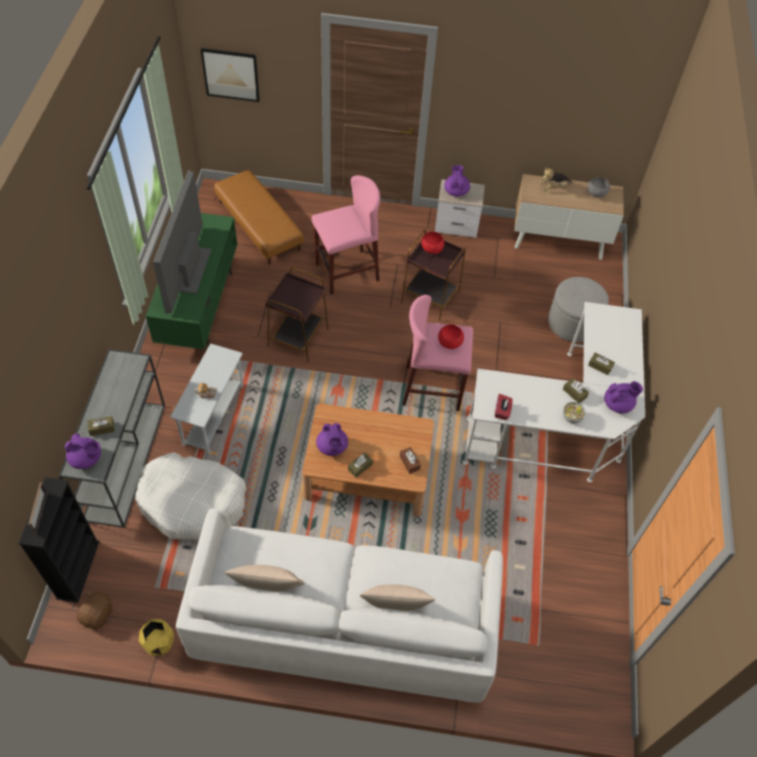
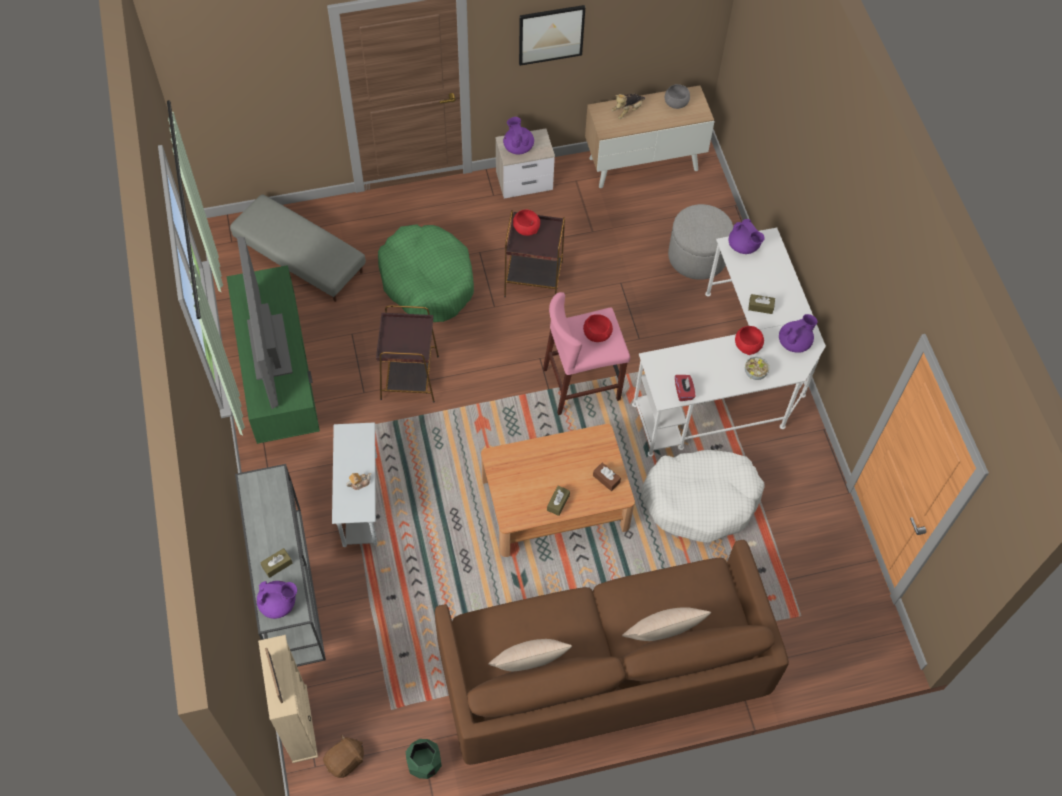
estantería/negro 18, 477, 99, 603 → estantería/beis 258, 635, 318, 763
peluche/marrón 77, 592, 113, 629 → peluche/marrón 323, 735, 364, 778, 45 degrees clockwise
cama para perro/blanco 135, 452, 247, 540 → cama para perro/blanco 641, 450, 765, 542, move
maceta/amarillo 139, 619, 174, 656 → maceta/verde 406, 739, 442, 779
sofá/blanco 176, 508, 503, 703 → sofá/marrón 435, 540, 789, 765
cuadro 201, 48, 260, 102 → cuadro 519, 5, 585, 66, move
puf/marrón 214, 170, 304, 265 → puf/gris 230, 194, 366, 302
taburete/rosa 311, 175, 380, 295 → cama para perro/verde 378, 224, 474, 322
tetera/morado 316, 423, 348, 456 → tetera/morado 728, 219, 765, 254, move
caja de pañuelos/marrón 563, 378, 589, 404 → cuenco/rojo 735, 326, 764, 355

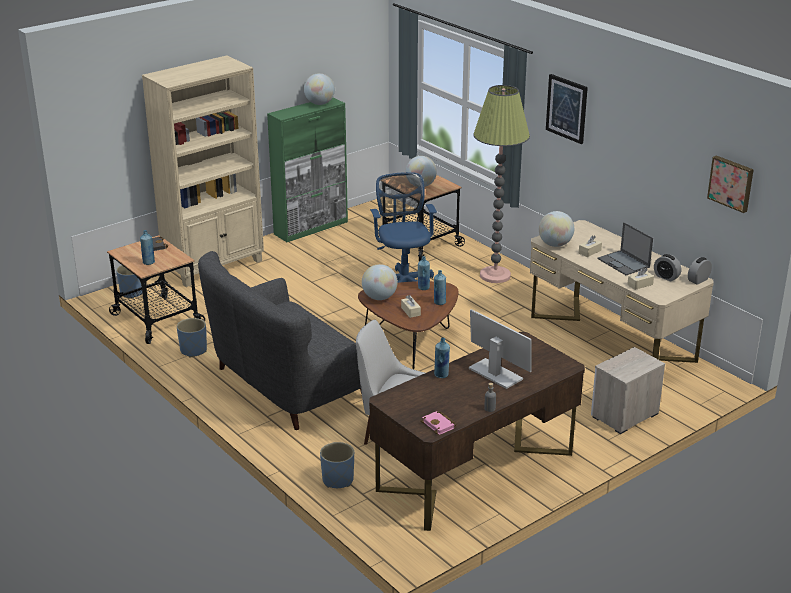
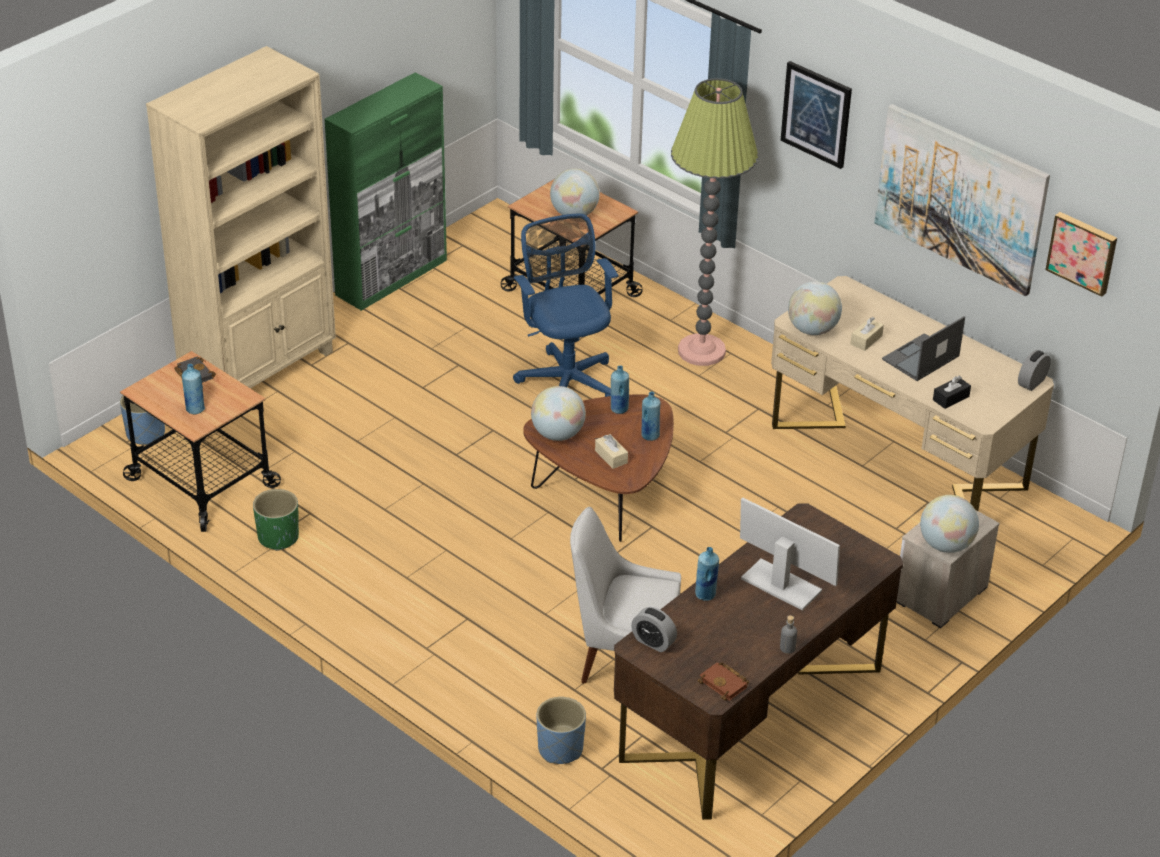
maceta/azul 177, 318, 207, 357 → maceta/verde 253, 489, 299, 551
sofá/gris 198, 251, 362, 430 → -
globo terráqueo 304, 73, 335, 105 → globo terráqueo 920, 495, 979, 553, move
libro/rosa 420, 411, 456, 435 → libro/marrón 698, 662, 749, 701
portátil 597, 222, 653, 275 → portátil 882, 316, 965, 381, 90 degrees clockwise
caja de pañuelos/beis 627, 268, 654, 290 → caja de pañuelos/negro 933, 376, 971, 409
despertador 654, 254, 681, 282 → despertador 631, 607, 677, 652, move
- → cuadro 874, 104, 1050, 296

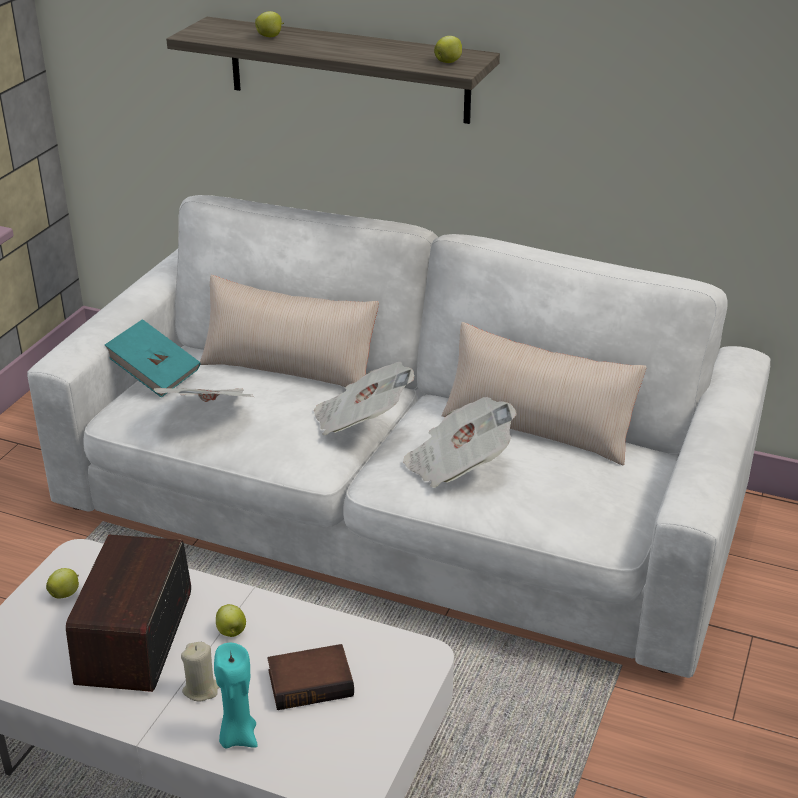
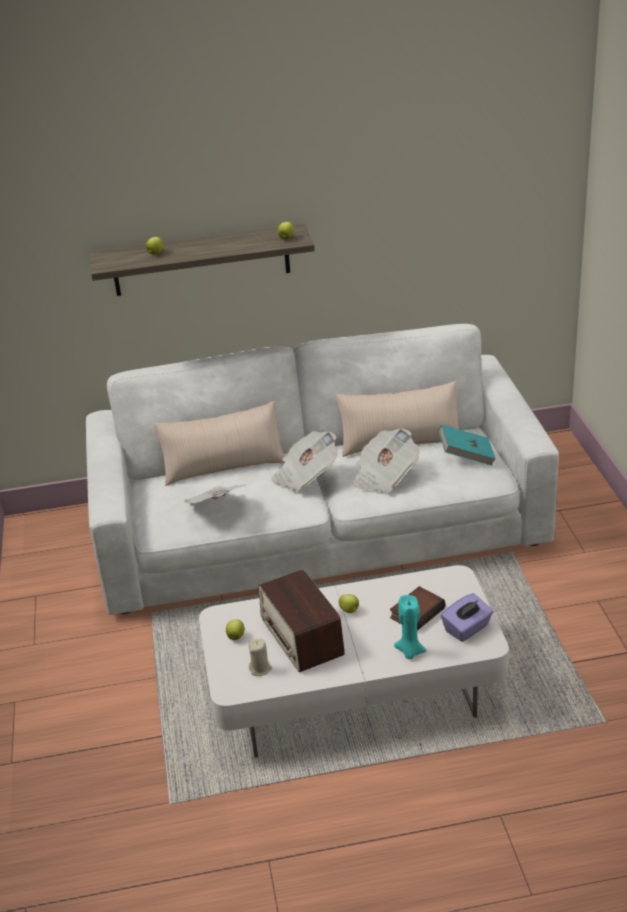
libro/turquesa 105, 319, 201, 398 → libro/turquesa 439, 425, 496, 466, move
vela/beis 181, 642, 220, 701 → vela/beis 248, 639, 272, 676, move
- → caja de pañuelos/morado 441, 593, 493, 642

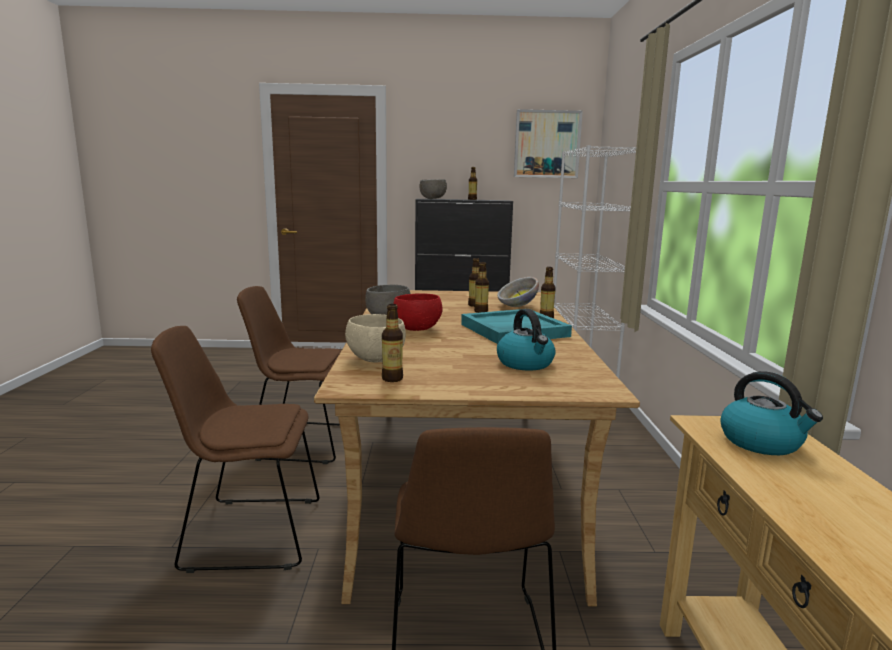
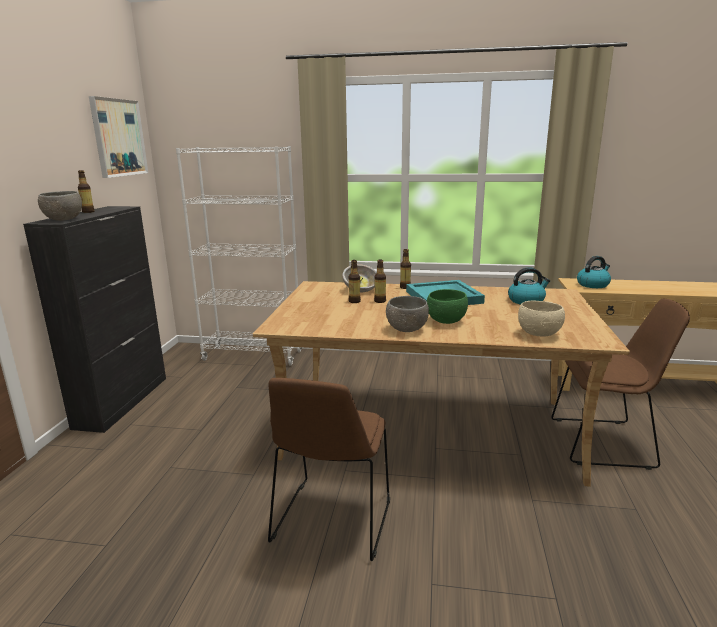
silla/marrón 151, 326, 319, 573 → -
botella 382, 304, 403, 382 → -
cuenco/rojo 393, 293, 443, 331 → cuenco/verde 427, 289, 468, 324

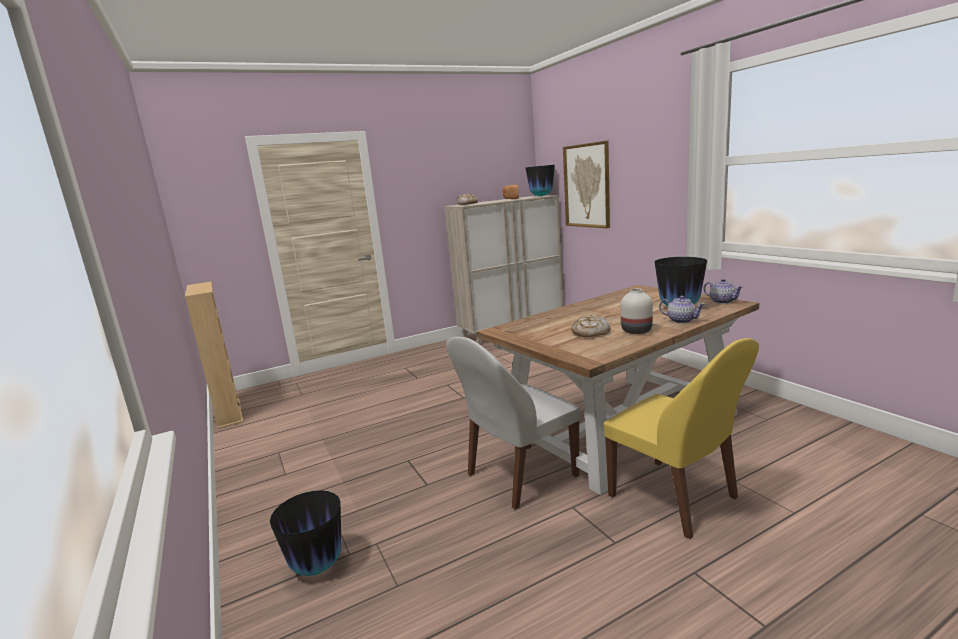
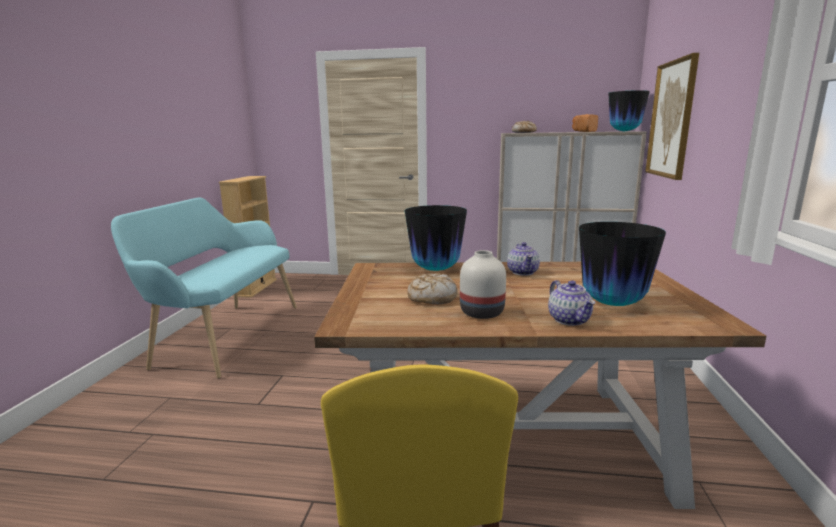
florero 270, 490, 341, 576 → florero 404, 205, 467, 271, move
silla/blanco 446, 337, 580, 510 → -
tetera 704, 279, 743, 304 → tetera 507, 242, 540, 276, move
- → banco/turquesa 111, 198, 297, 378

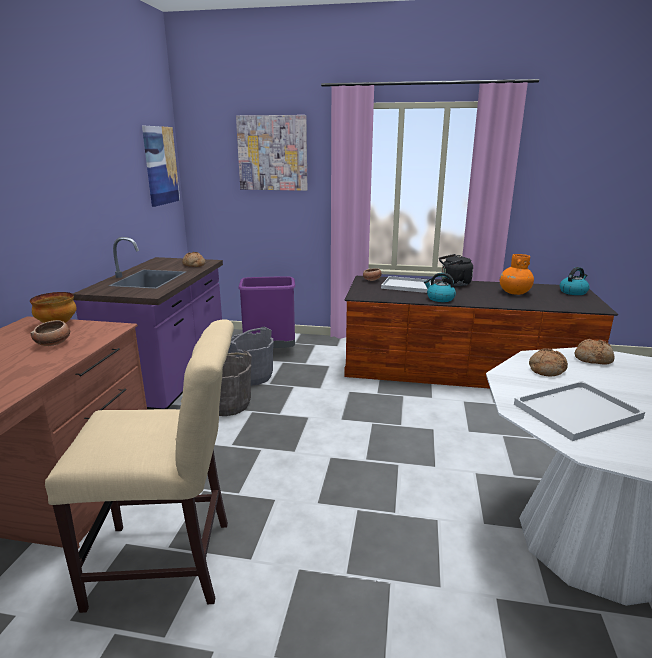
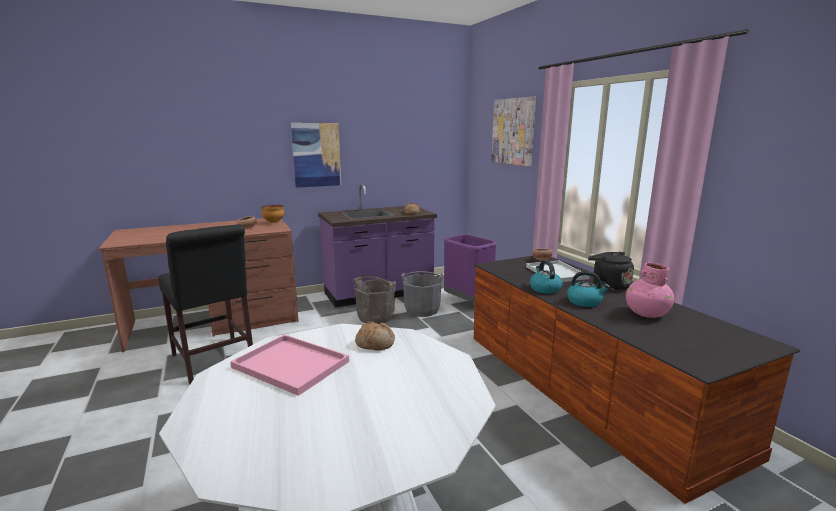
silla/beis 45, 319, 234, 613 → silla/negro 158, 224, 253, 384
cuadro 142, 126, 180, 207 → cuadro 291, 123, 341, 188, move
florero/naranja 500, 254, 534, 295 → florero/rosa 626, 262, 674, 318
bandeja/blanco 514, 381, 645, 441 → bandeja/rosa 230, 334, 349, 396
hervidor 560, 267, 590, 295 → hervidor 567, 271, 610, 307, move
pan 575, 339, 615, 365 → -

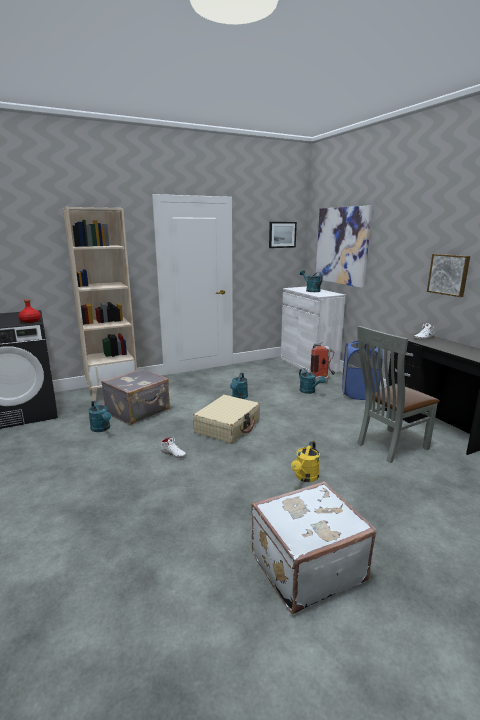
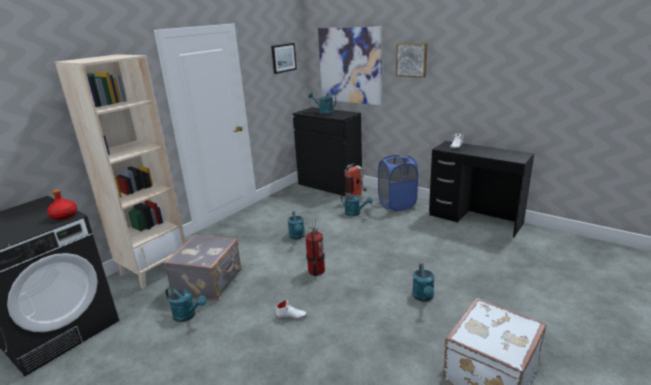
maleta/beis 193, 395, 260, 444 → extintor 306, 218, 325, 276
armario/blanco 281, 286, 346, 374 → armario/negro 292, 107, 362, 196
regadera/amarillo 291, 441, 320, 482 → regadera/turquesa 412, 263, 434, 302
silla/gris 357, 326, 440, 463 → -
cuadro 427, 254, 470, 297 → cuadro 396, 43, 427, 78, move

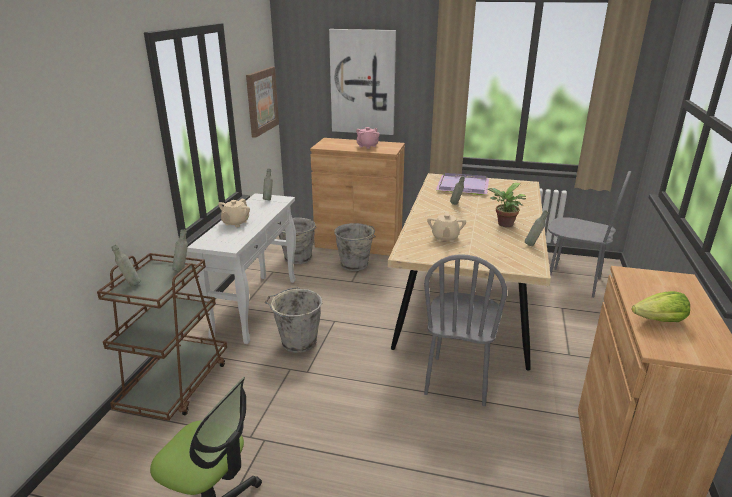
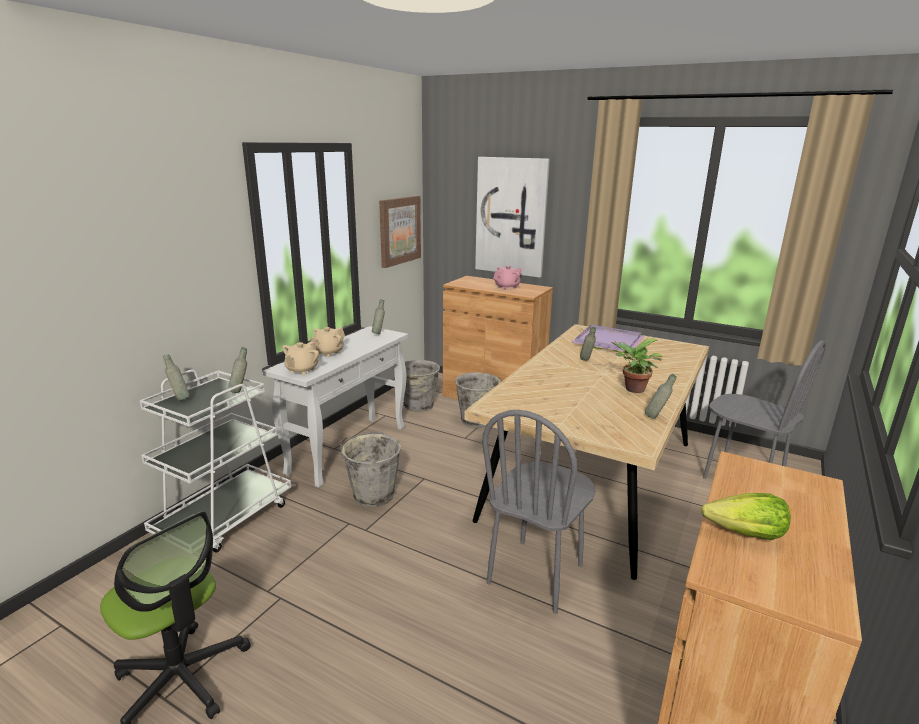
carrito/marrón 97, 253, 227, 421 → carrito/blanco 140, 370, 291, 553
tetera/beis 427, 212, 466, 242 → tetera/beis 282, 341, 319, 375, move

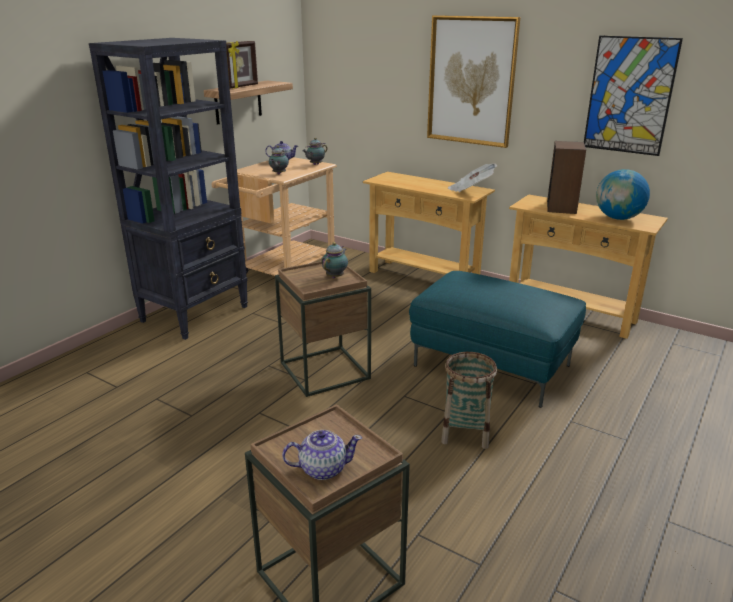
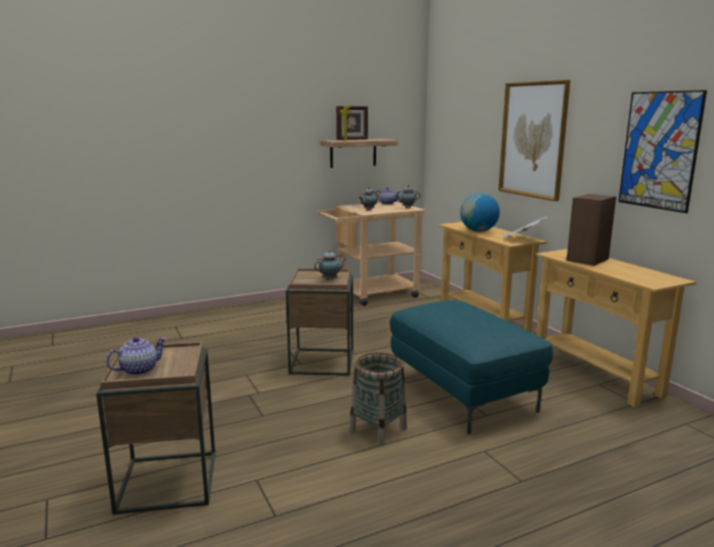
estantería/negro 89, 38, 248, 340 → -
tetera 282, 430, 362, 480 → tetera 106, 337, 166, 375, 60 degrees counterclockwise
globo terráqueo 596, 169, 650, 220 → globo terráqueo 460, 193, 500, 232, move

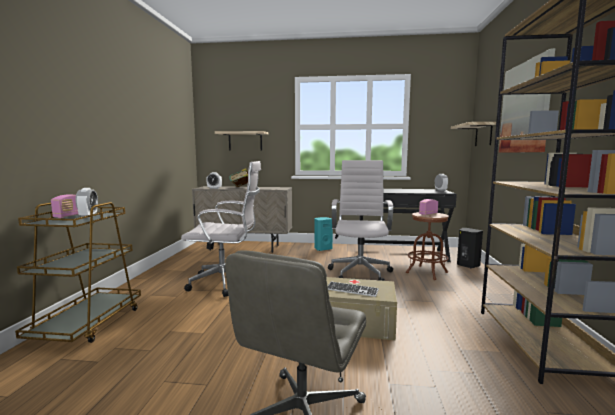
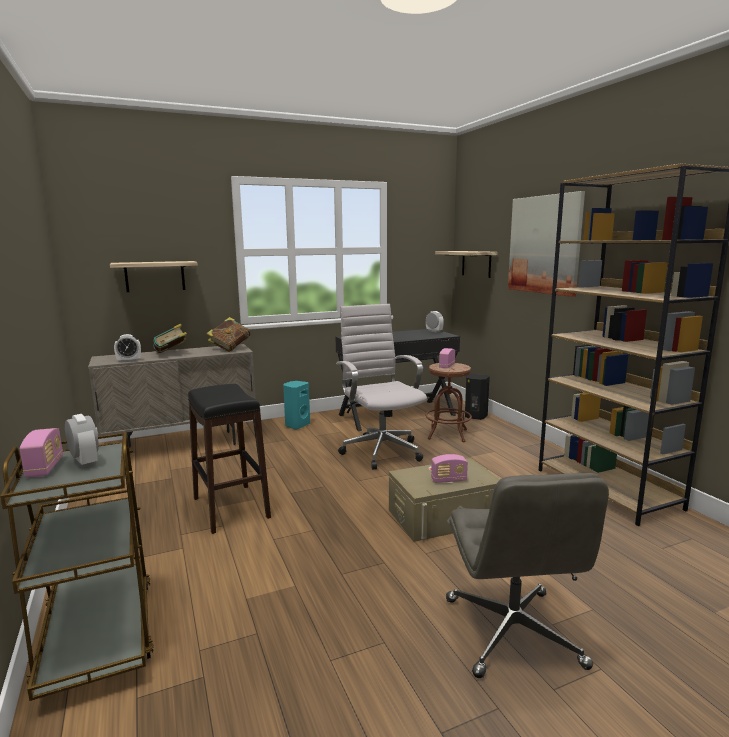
silla de oficina/blanco 181, 161, 261, 297 → taburete/negro 188, 384, 271, 534
teclado 328, 282, 379, 297 → radio 431, 454, 468, 483
- → libro 207, 317, 251, 352

